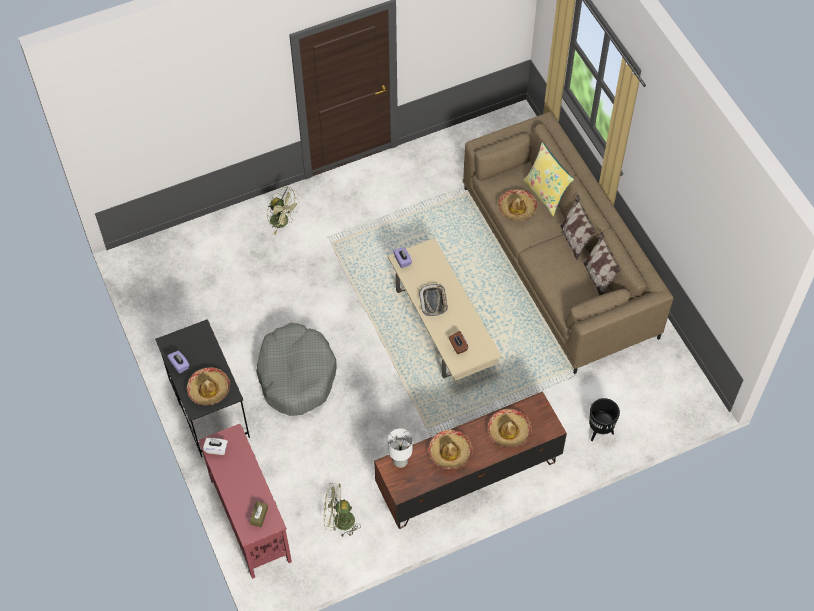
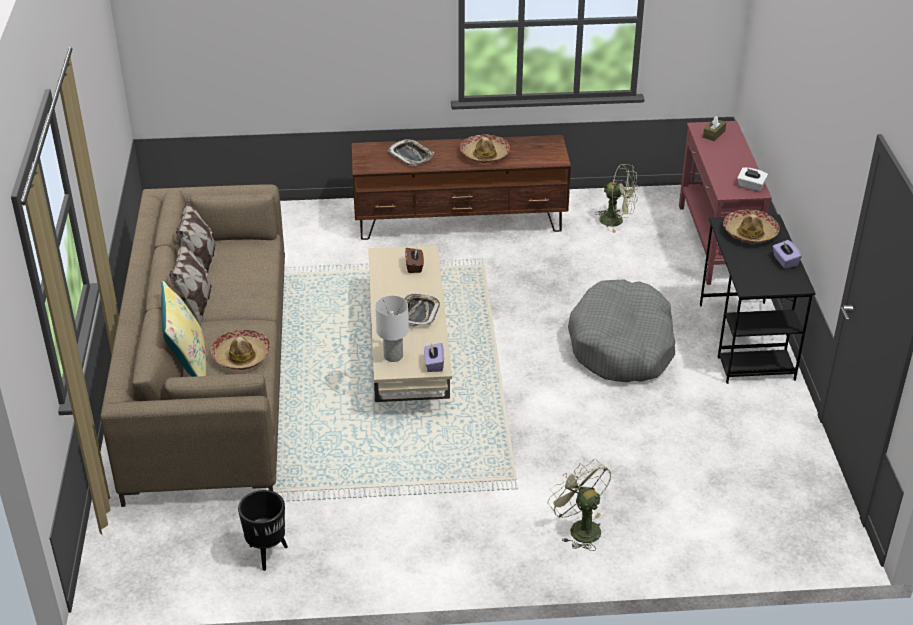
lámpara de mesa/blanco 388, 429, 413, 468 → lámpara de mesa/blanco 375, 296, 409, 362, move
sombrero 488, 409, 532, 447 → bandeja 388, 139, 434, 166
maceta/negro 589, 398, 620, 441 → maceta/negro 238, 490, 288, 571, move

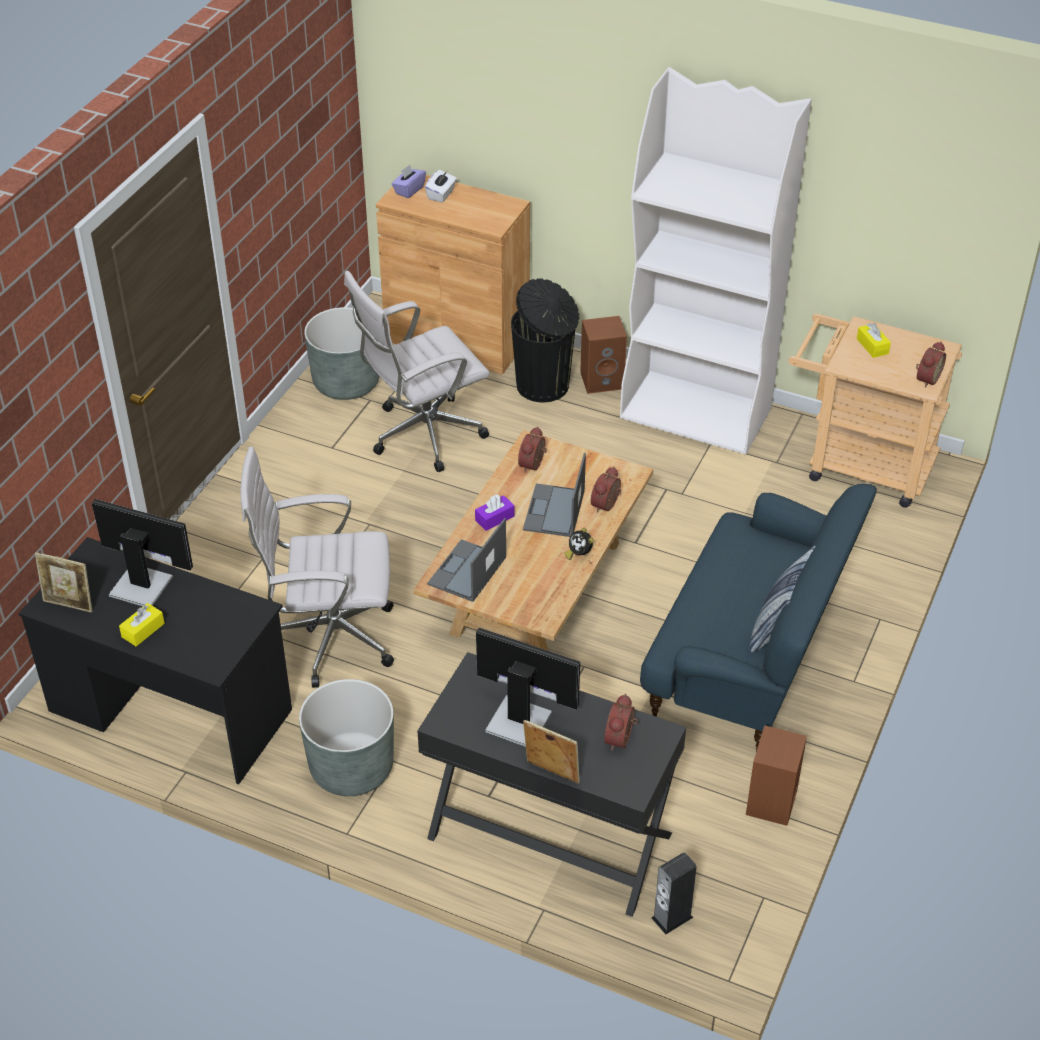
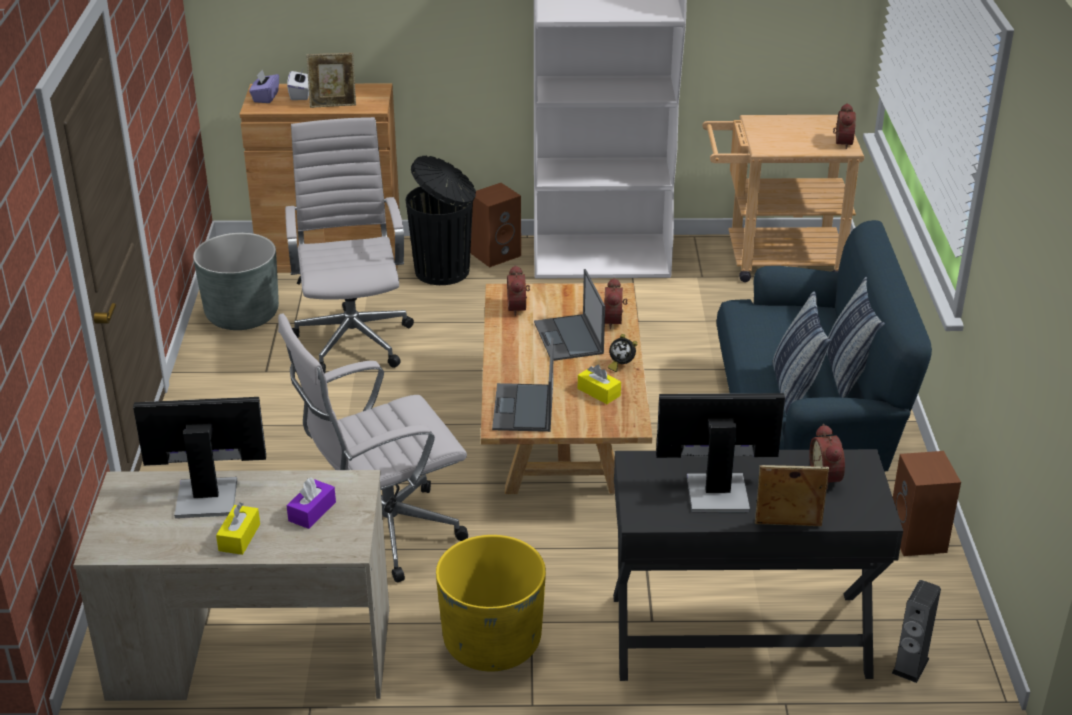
escritorio/negro 18, 537, 292, 784 → escritorio/beis 73, 470, 389, 701
portarretratos 35, 552, 92, 613 → portarretratos 306, 53, 356, 108, move
maceta/gris 299, 679, 394, 796 → maceta/amarillo 436, 535, 546, 672
silla de oficina/blanco 344, 271, 490, 472 → silla de oficina/blanco 285, 117, 414, 374, 135 degrees clockwise
caja de pañuelos/morado 475, 495, 515, 531 → caja de pañuelos/morado 287, 478, 336, 529, move
caja de pañuelos/amarillo 857, 323, 891, 358 → caja de pañuelos/amarillo 578, 365, 621, 404, move
- → cojín 773, 291, 831, 415

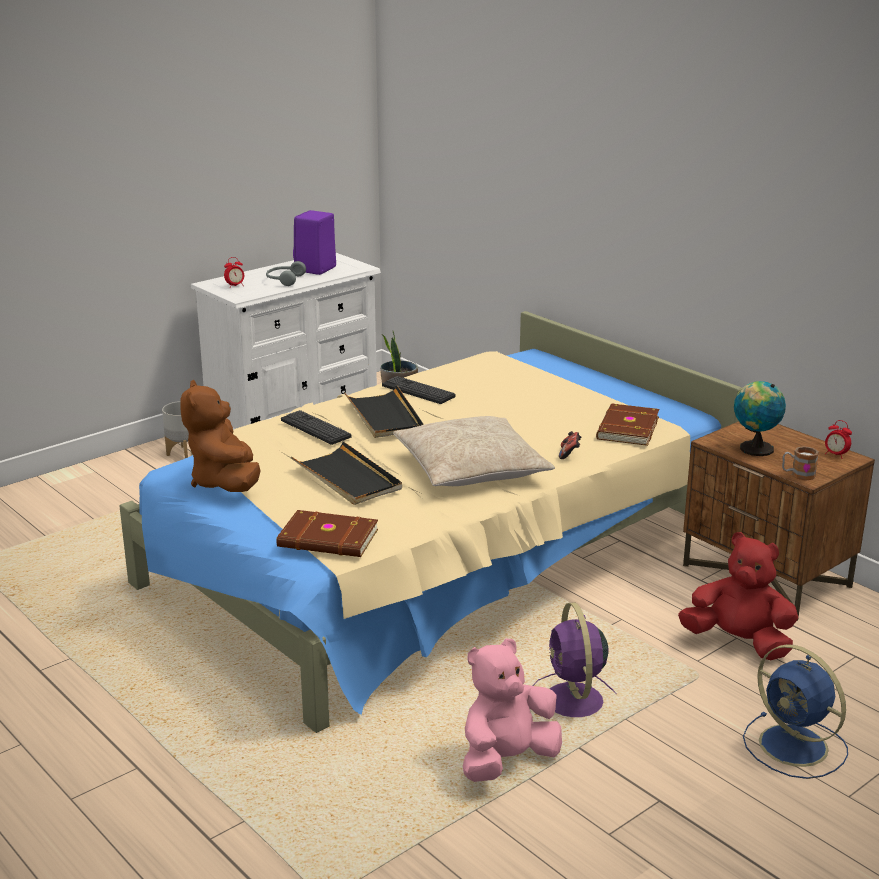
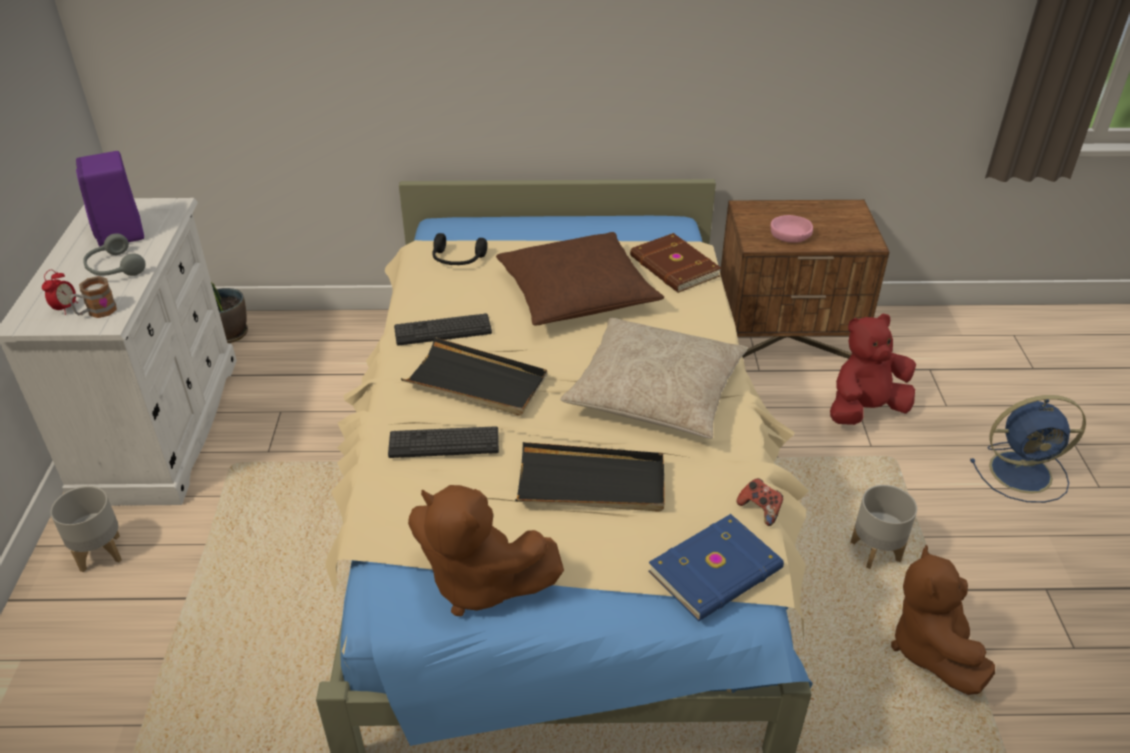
libro/marrón 276, 510, 378, 557 → libro/azul 649, 514, 784, 621
peluche/rosa 463, 638, 562, 782 → peluche/marrón 891, 544, 995, 695
ventilador/morado 533, 602, 616, 717 → maceta/gris 850, 485, 917, 569
mando de consola 559, 431, 581, 459 → mando de consola 737, 478, 783, 526, move
globo terráqueo 734, 381, 786, 456 → cuenco/rosa 771, 215, 813, 243
taza grande 782, 446, 819, 481 → taza grande 69, 276, 117, 318, move
despertador 825, 420, 852, 459 → -
- → auriculares/negro 432, 233, 487, 265
- → cojín/marrón 496, 232, 664, 325

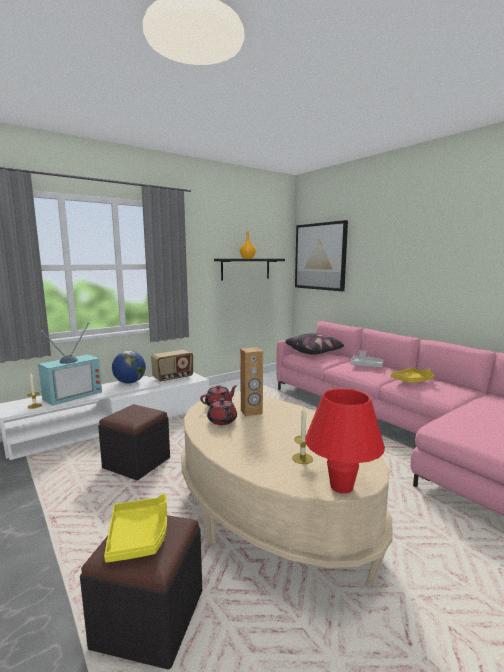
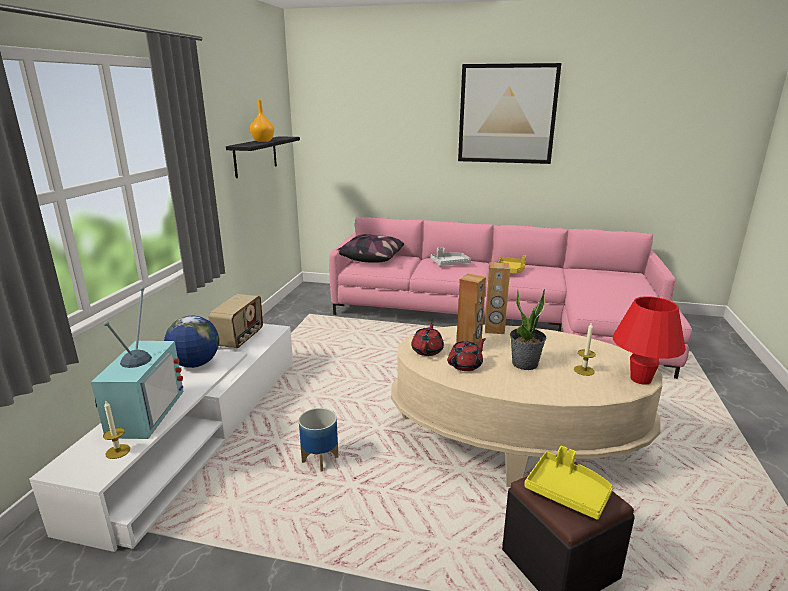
puf/negro 98, 404, 170, 480 → maceta 299, 408, 339, 472
tetera/rojo 207, 398, 237, 425 → tetera/rojo 447, 338, 486, 371, 60 degrees counterclockwise
cuadro 295, 220, 348, 291 → cuadro 458, 63, 561, 164, move
- → altavoz/marrón 485, 262, 510, 334
- → planta en maceta 510, 289, 546, 370

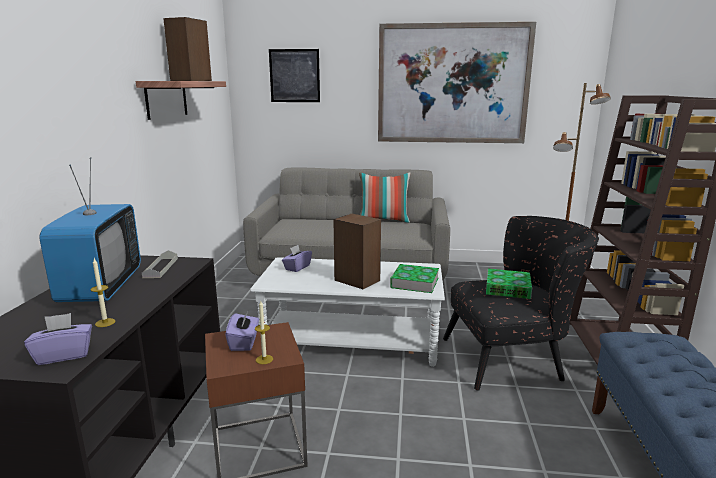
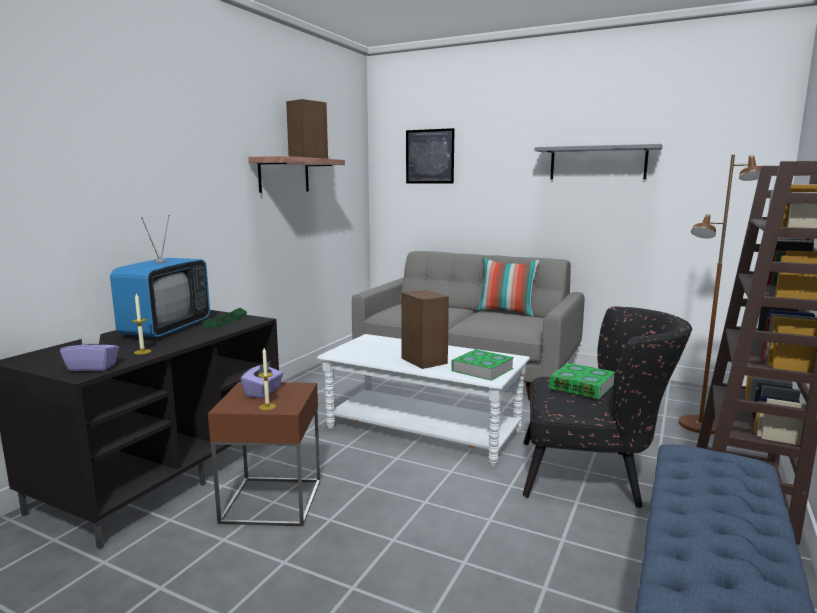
bandeja/gris 142, 250, 178, 278 → bandeja/verde 203, 308, 247, 328
caja de pañuelos/morado 282, 245, 312, 272 → -
cuadro 378, 22, 536, 143 → estante/gris 535, 144, 662, 179

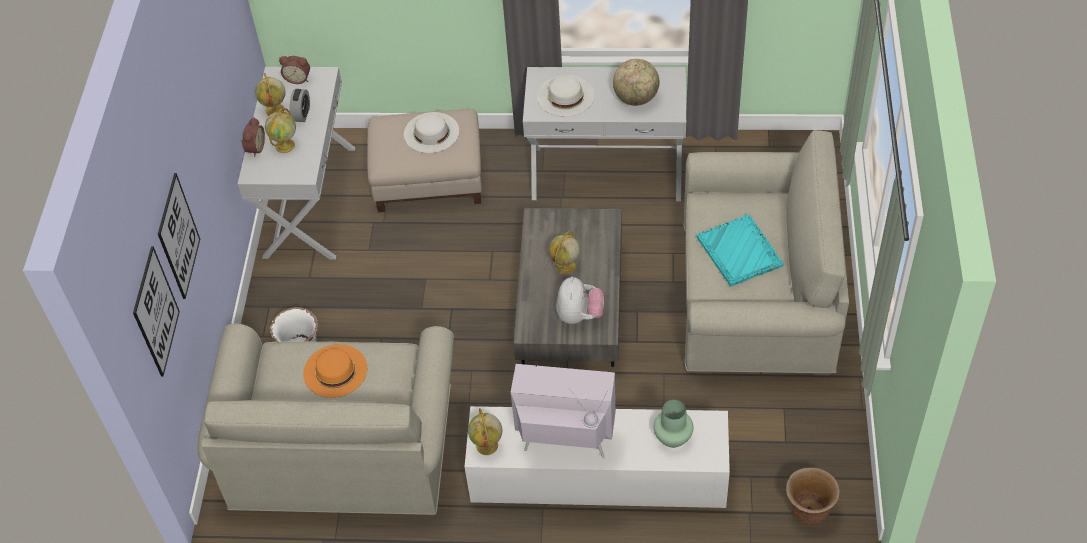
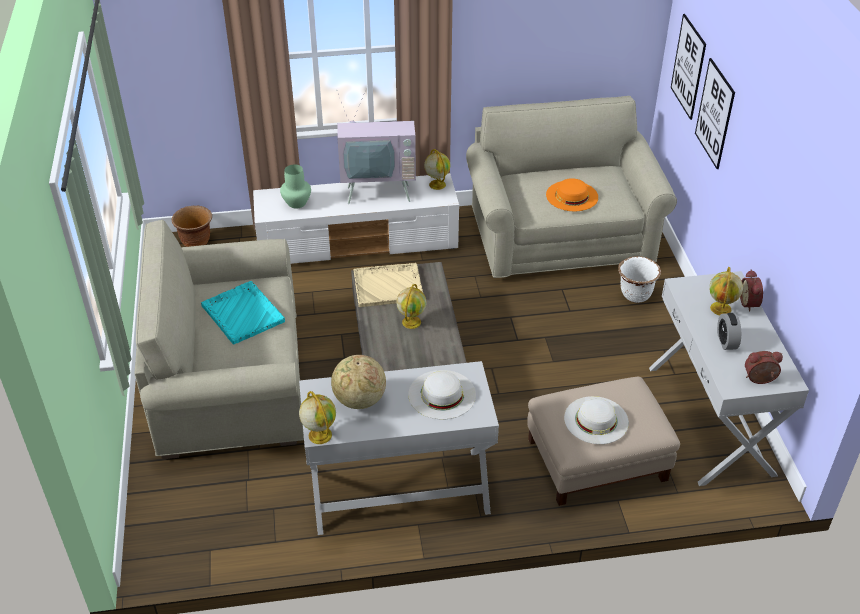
globo terráqueo 255, 73, 285, 116 → globo terráqueo 299, 391, 336, 444, move
peluche 556, 277, 604, 324 → bandeja/beis 354, 263, 423, 307

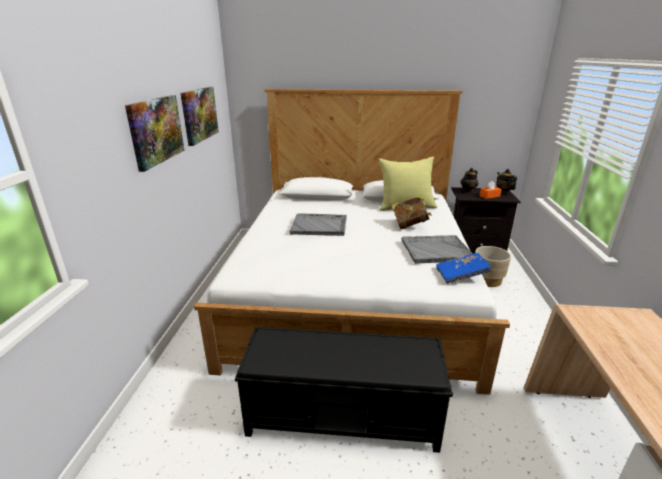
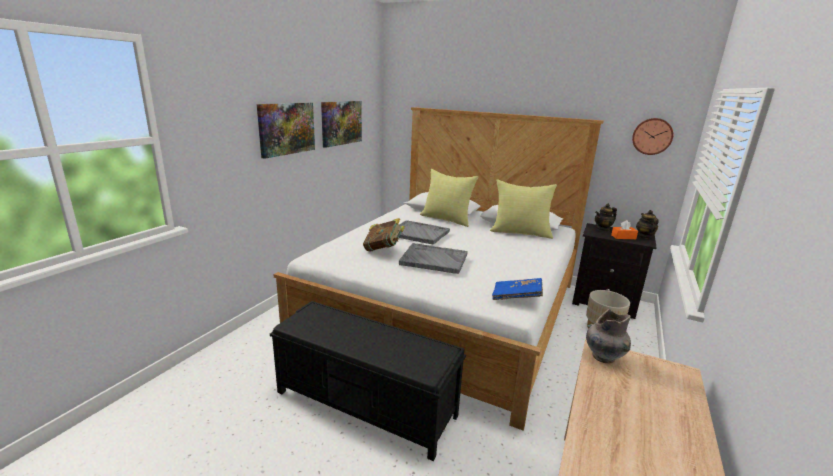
libro 392, 194, 432, 229 → libro 363, 218, 405, 252, move
bandeja/gris 402, 235, 473, 264 → bandeja/gris 399, 243, 468, 274, move
- → cojín/amarillo 420, 169, 478, 227
- → florero/gris 586, 309, 631, 363
- → reloj de pared 632, 118, 673, 155

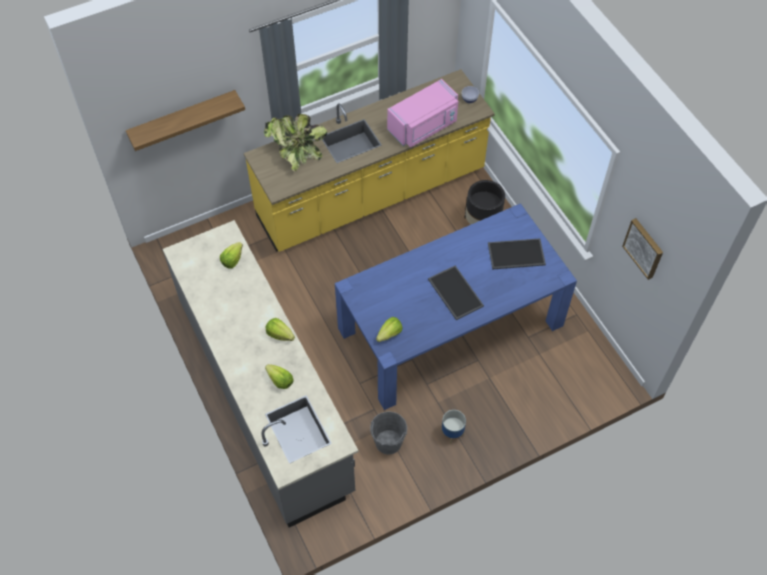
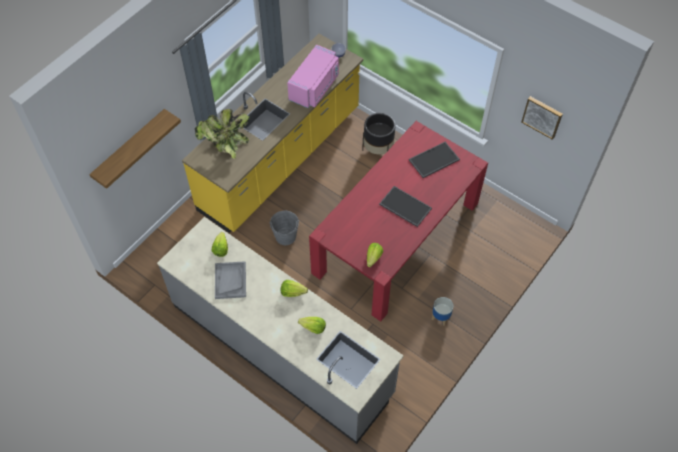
mesa de comedor/azul 335, 203, 577, 410 → mesa de comedor/rojo 309, 121, 488, 322
cubo/gris 370, 412, 407, 455 → cubo/gris 270, 211, 299, 245, move
- → bandeja/gris 215, 261, 246, 299

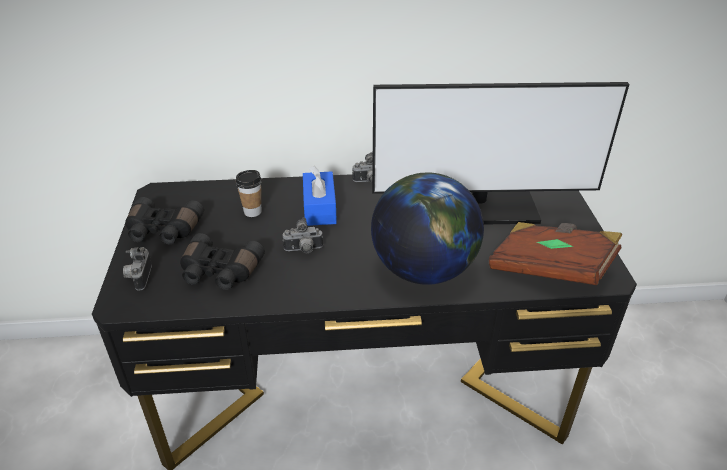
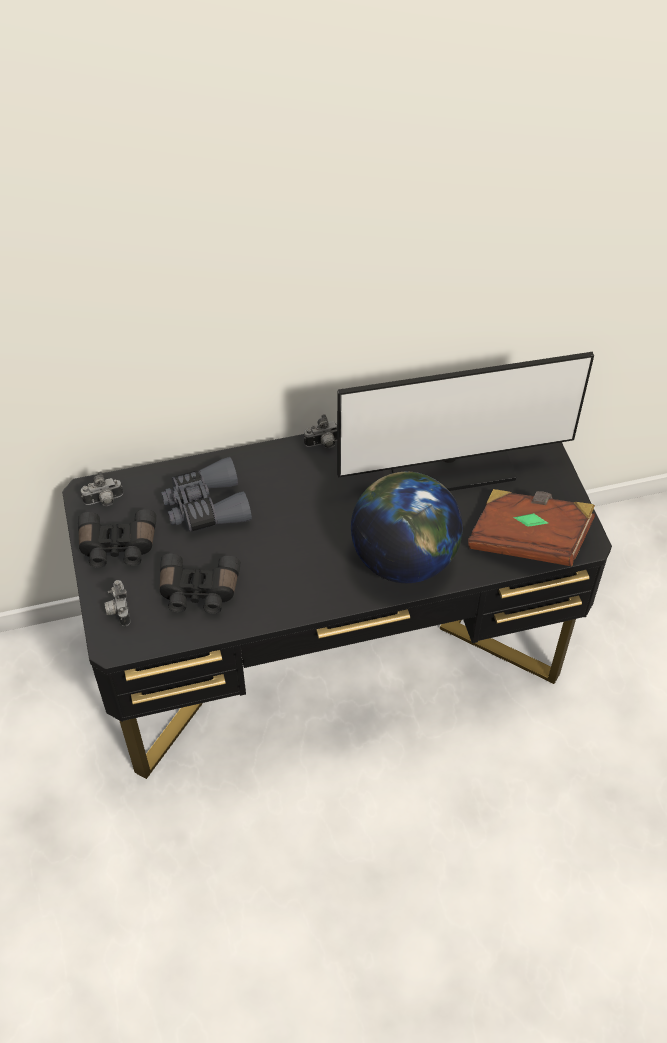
taza 236, 170, 262, 217 → prismáticos/gris 161, 457, 252, 532
cámara 282, 217, 323, 253 → cámara 81, 471, 123, 506, move
caja de pañuelos/azul 303, 166, 337, 226 → -

